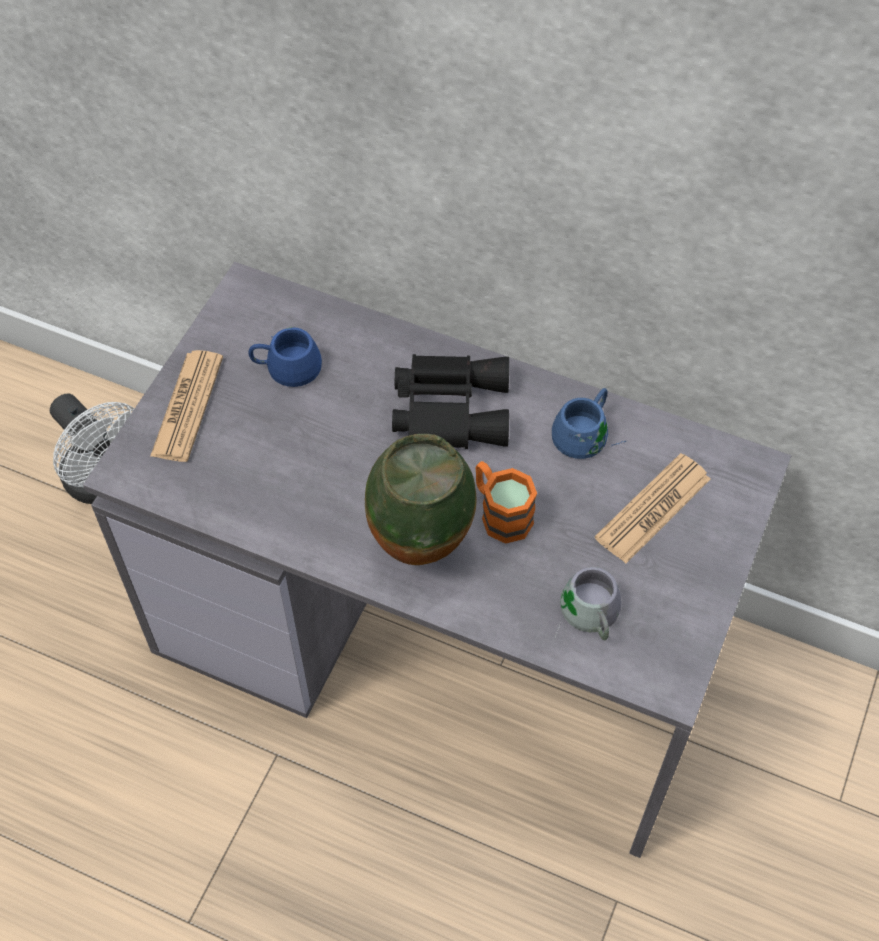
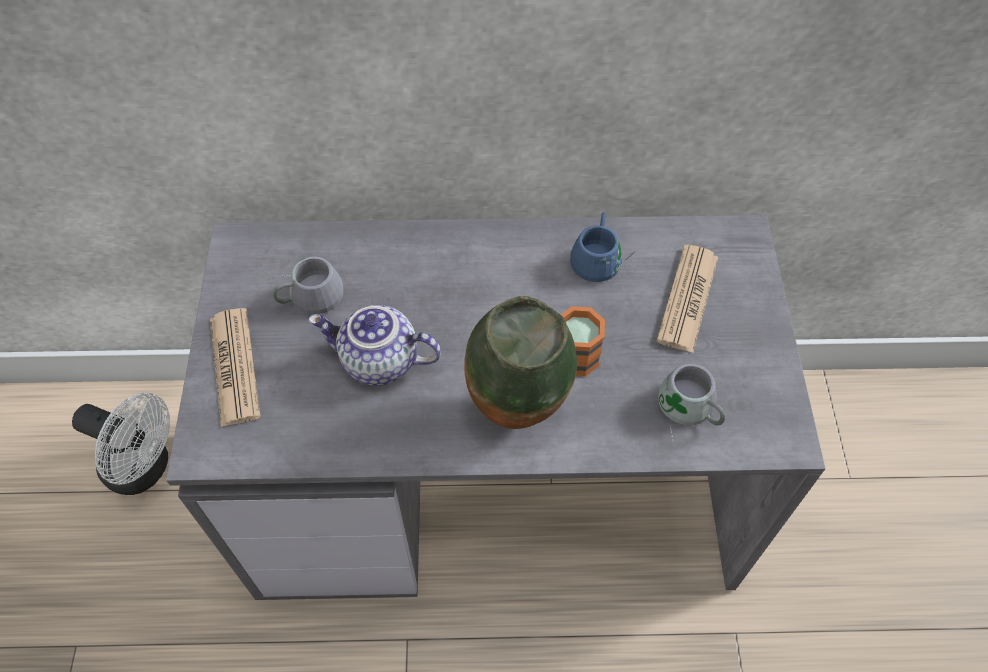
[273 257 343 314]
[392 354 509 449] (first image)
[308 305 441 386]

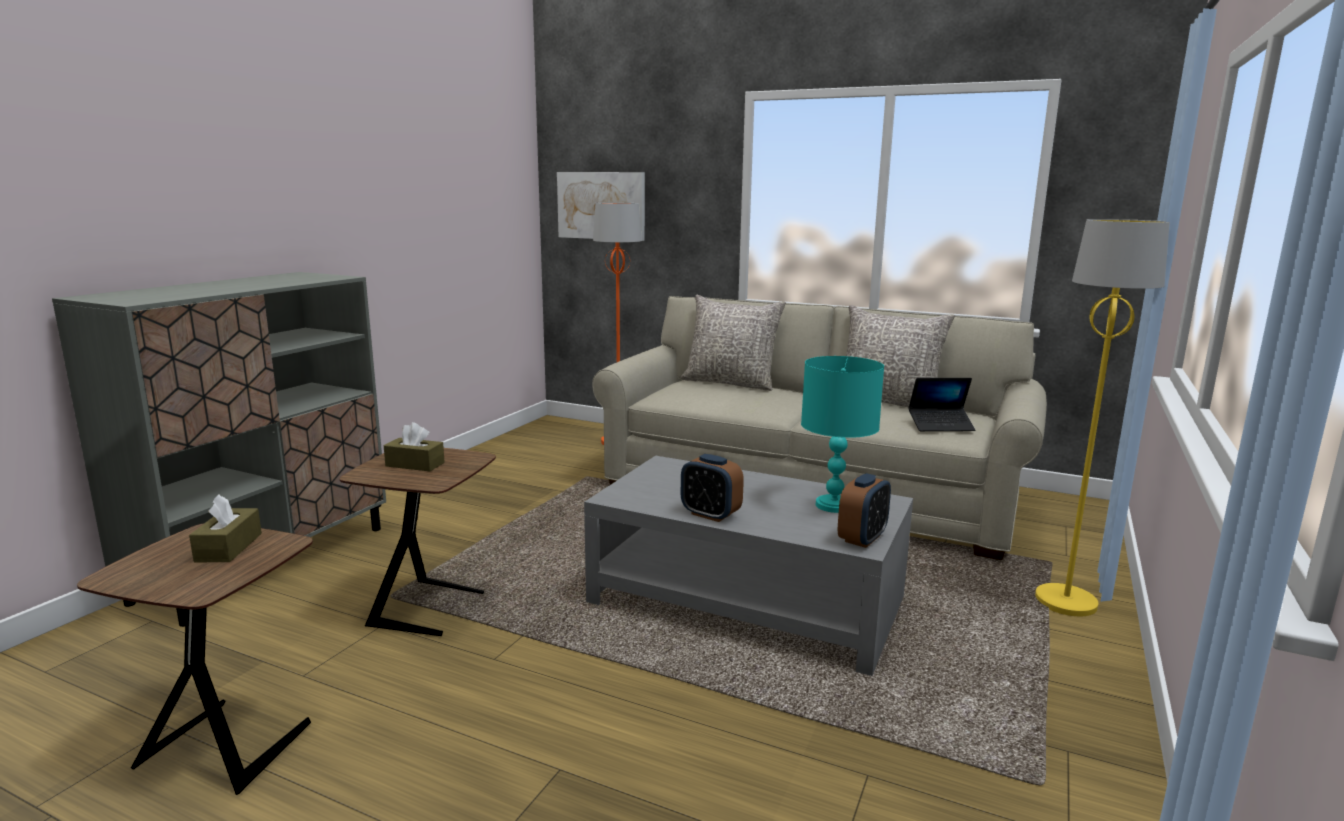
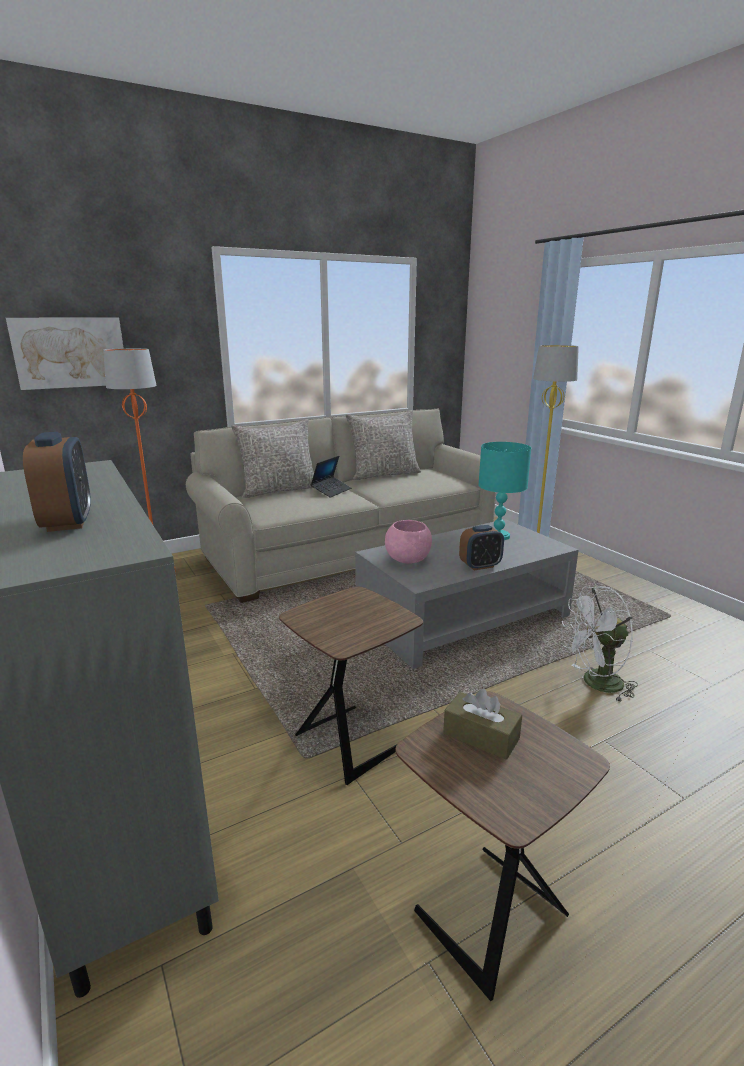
[384 422 445 471] (first image)
[23 432 91 532]
[310 456 351 498]
[385 520 432 564]
[562 586 638 701]

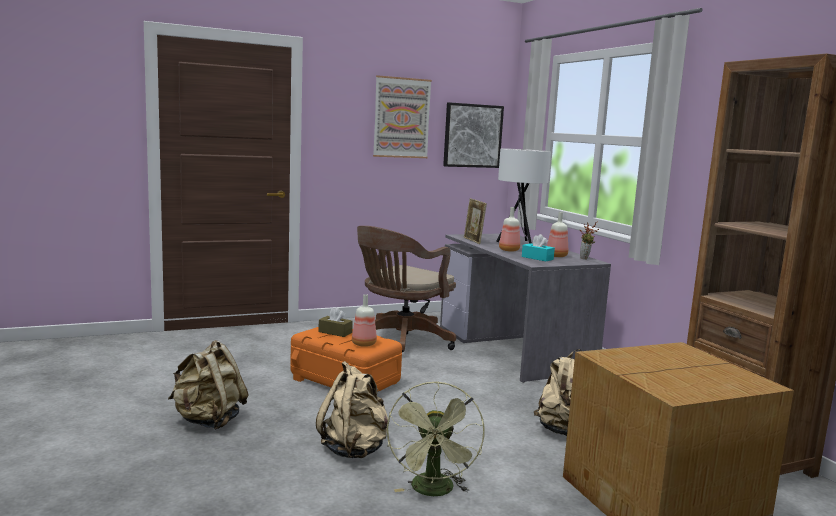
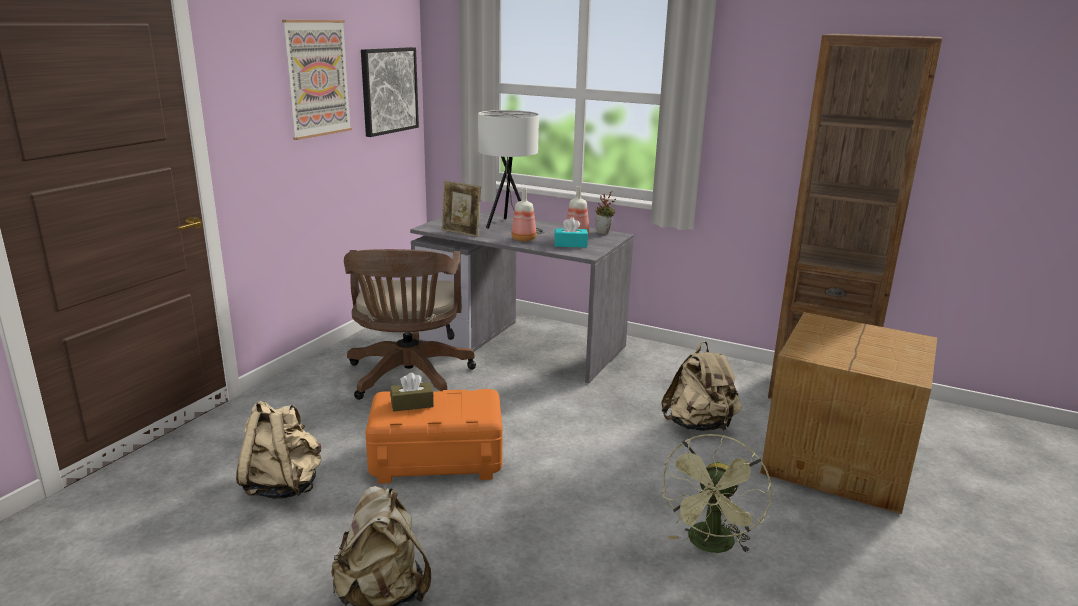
[236 400 322 499]
[352 294 377 347] (first image)
[660 434 772 554]

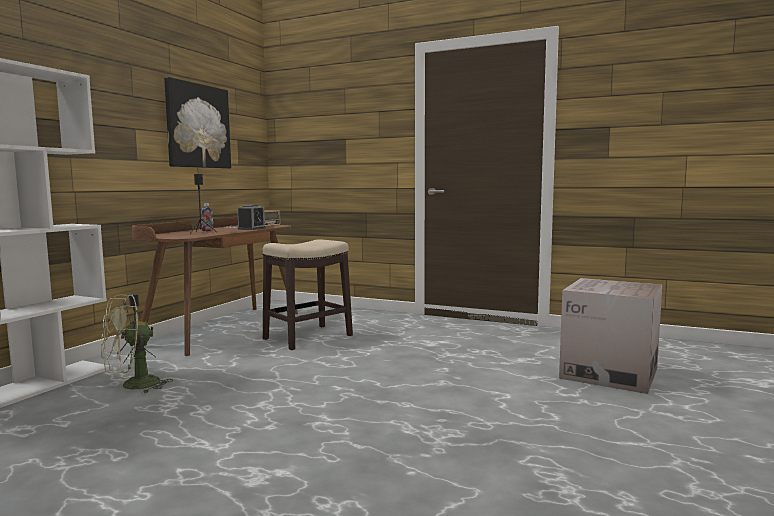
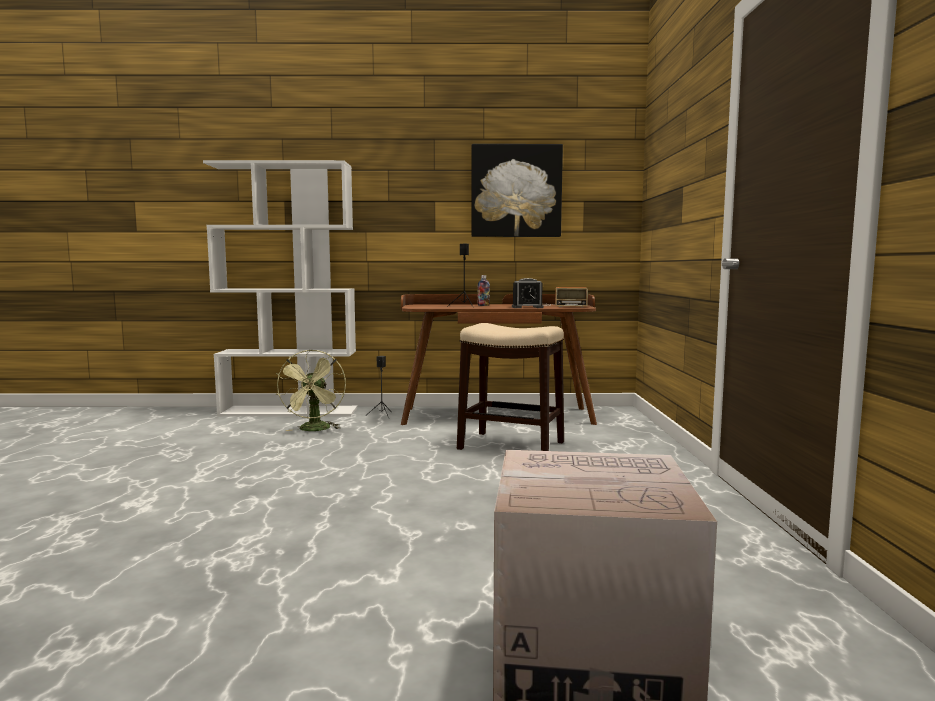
[276 350 346 431]

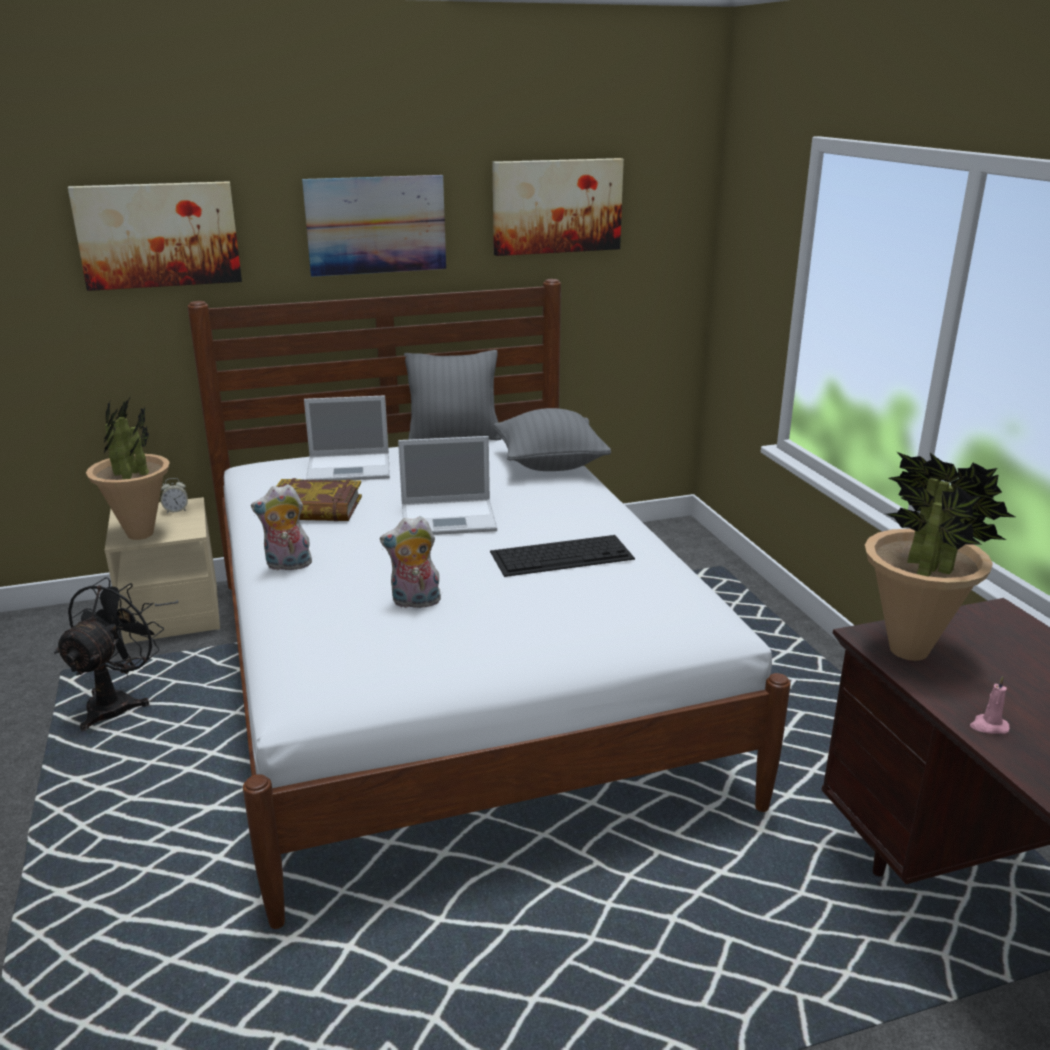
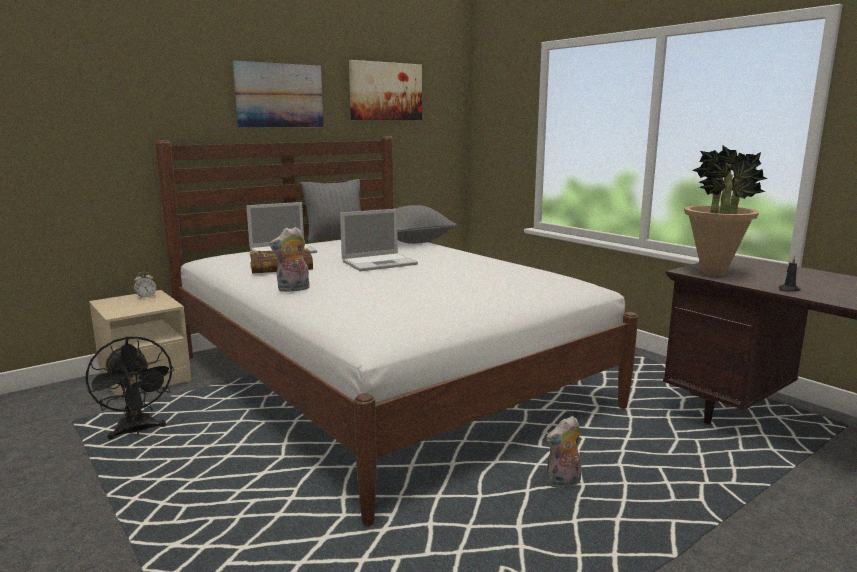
[86 336 174 439]
[68 181 242 291] (first image)
[86 396 170 540] (first image)
[546 416 581 488]
[490 535 635 577] (first image)
[779 256 801 292]

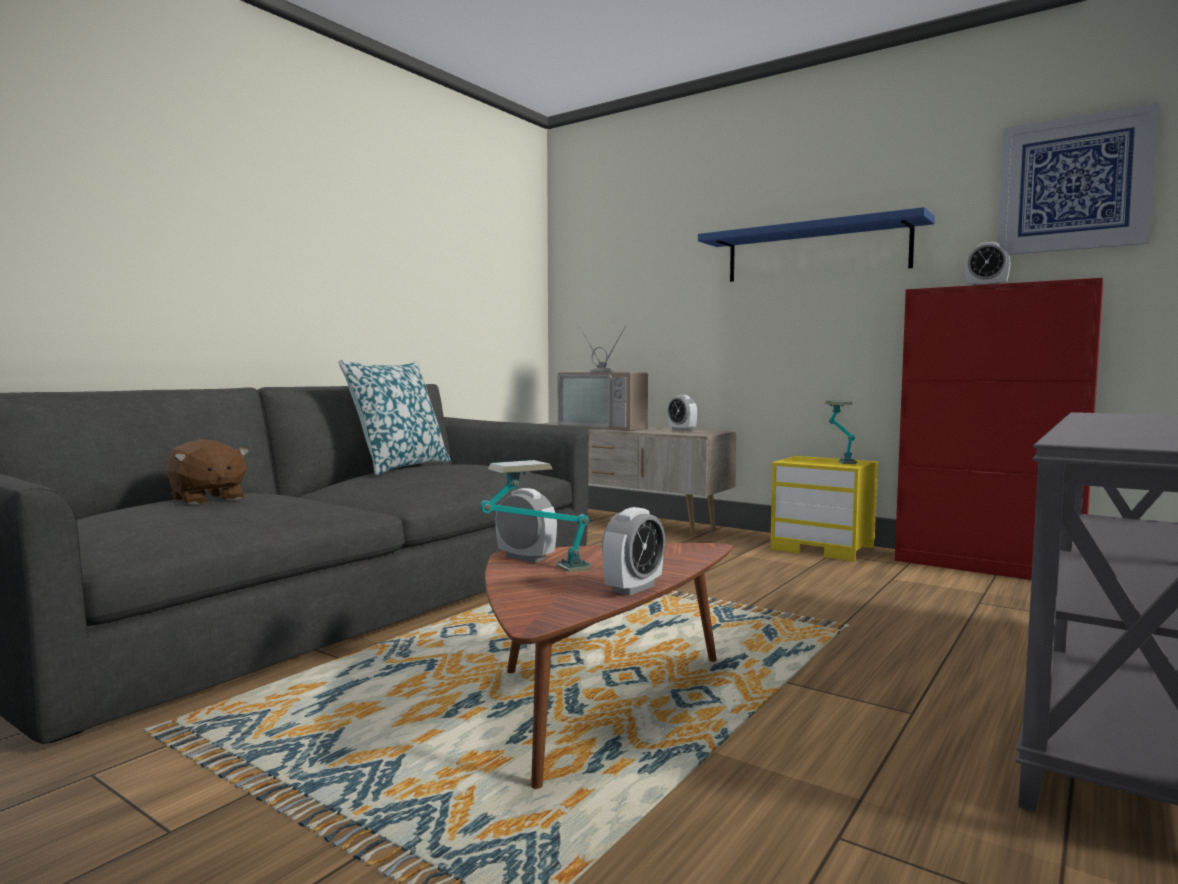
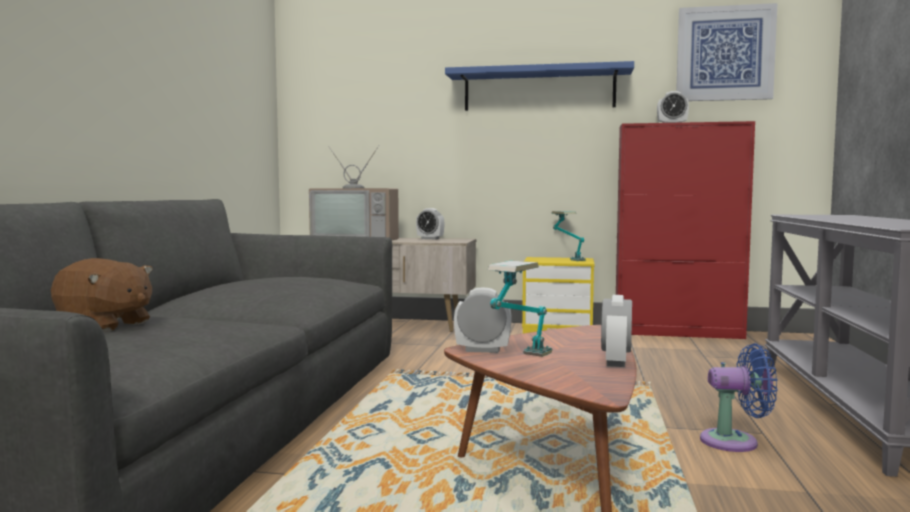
[339 360 450 475] (first image)
[700 343 778 452]

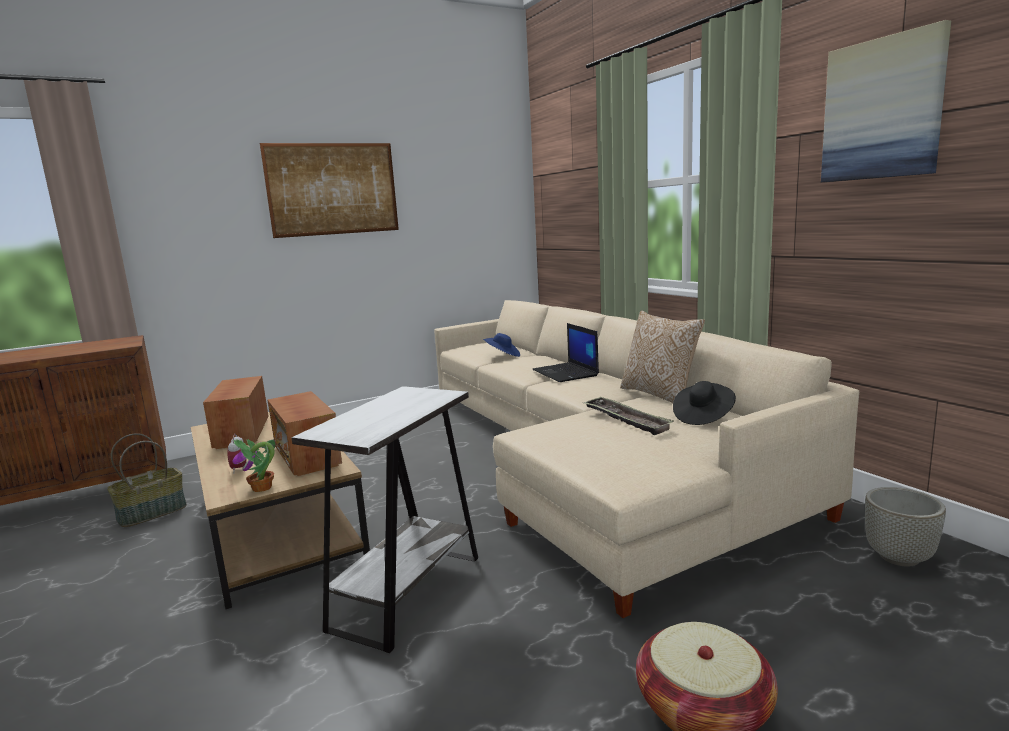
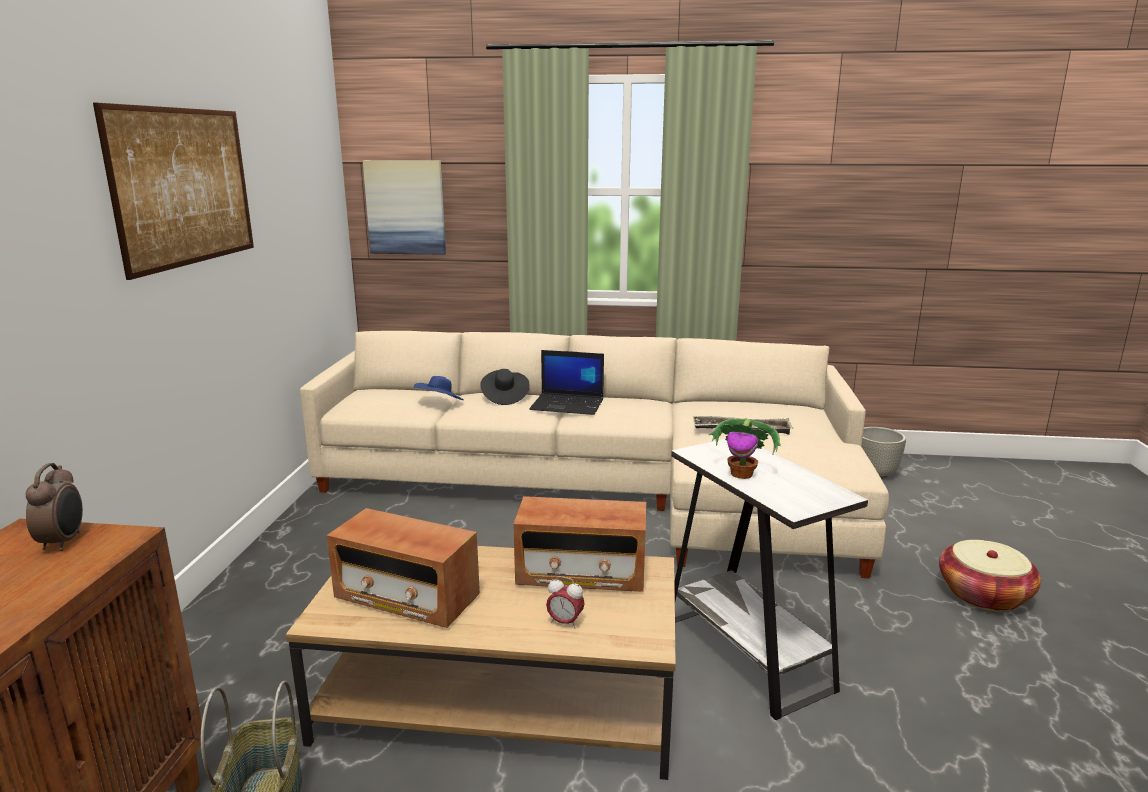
[708 419 781 479]
[620 311 705 403] (first image)
[480 369 529 405]
[363 160 446 255]
[26 463 83 551]

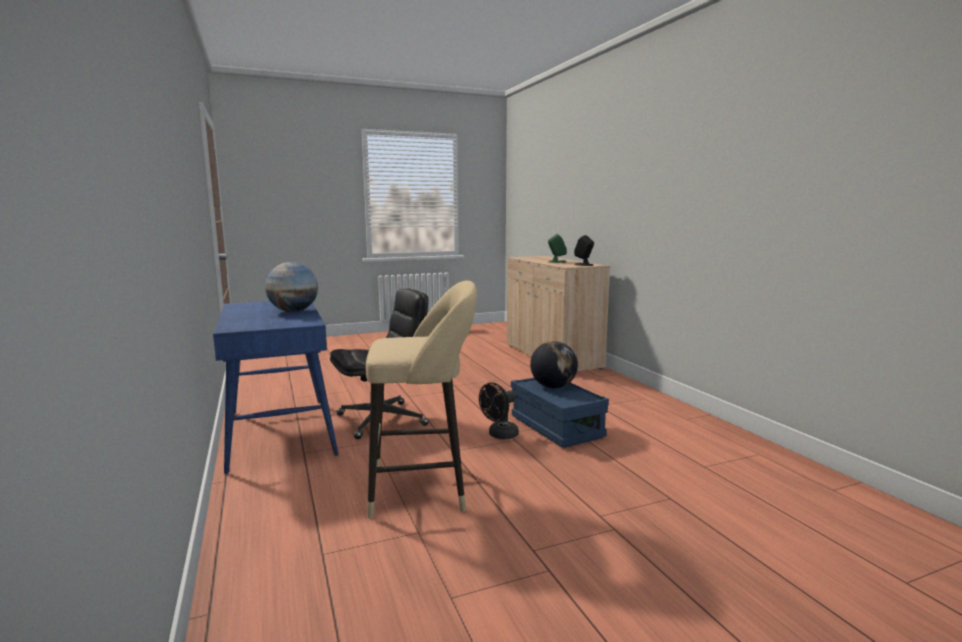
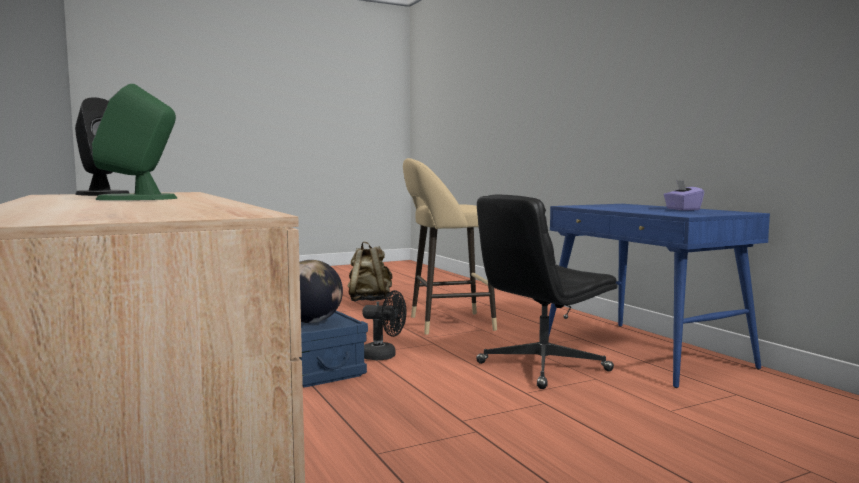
[265 262 318 312] (first image)
[362 290 407 360]
[348 242 393 302]
[664 180 704 210]

